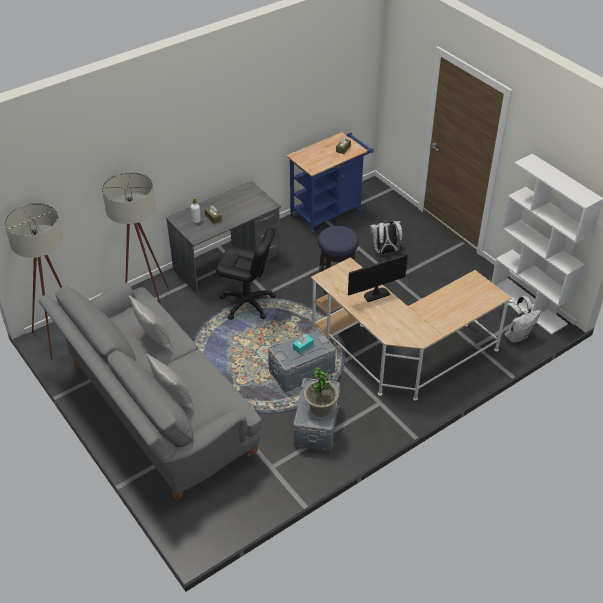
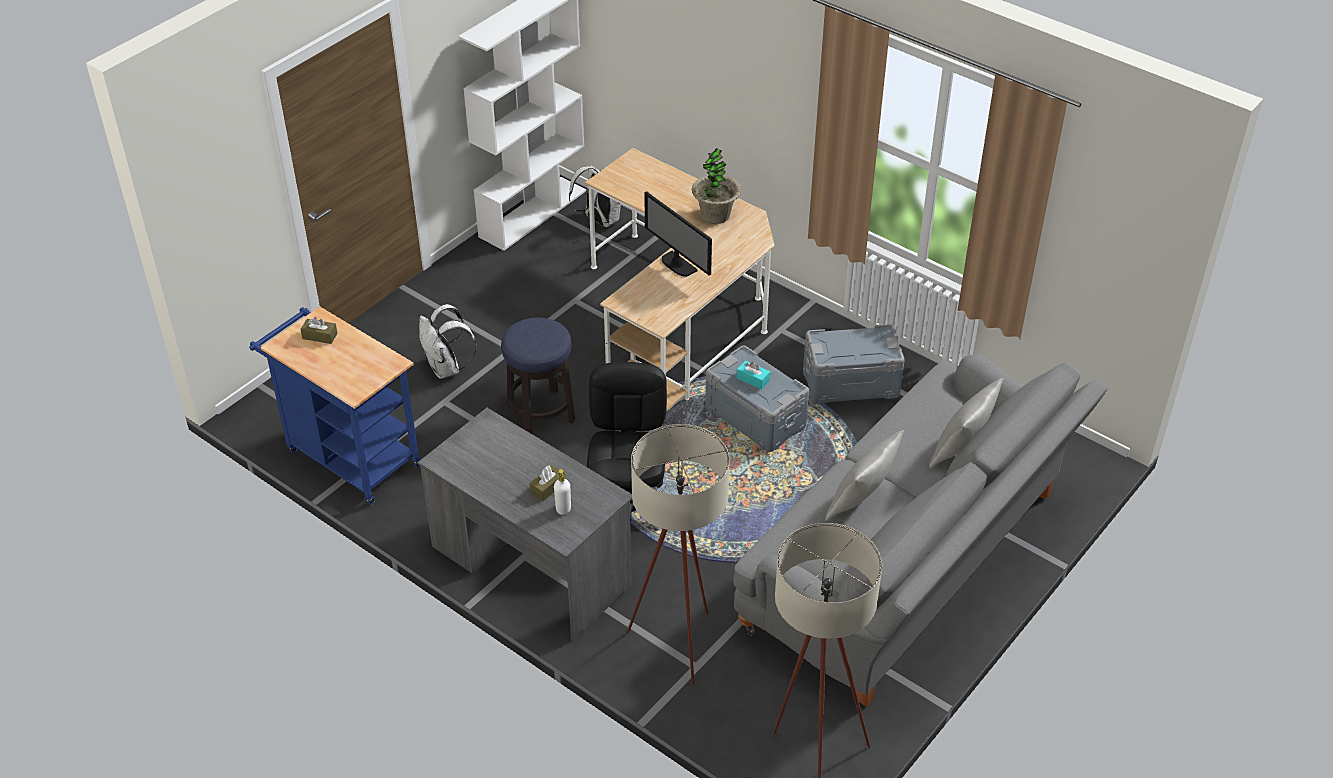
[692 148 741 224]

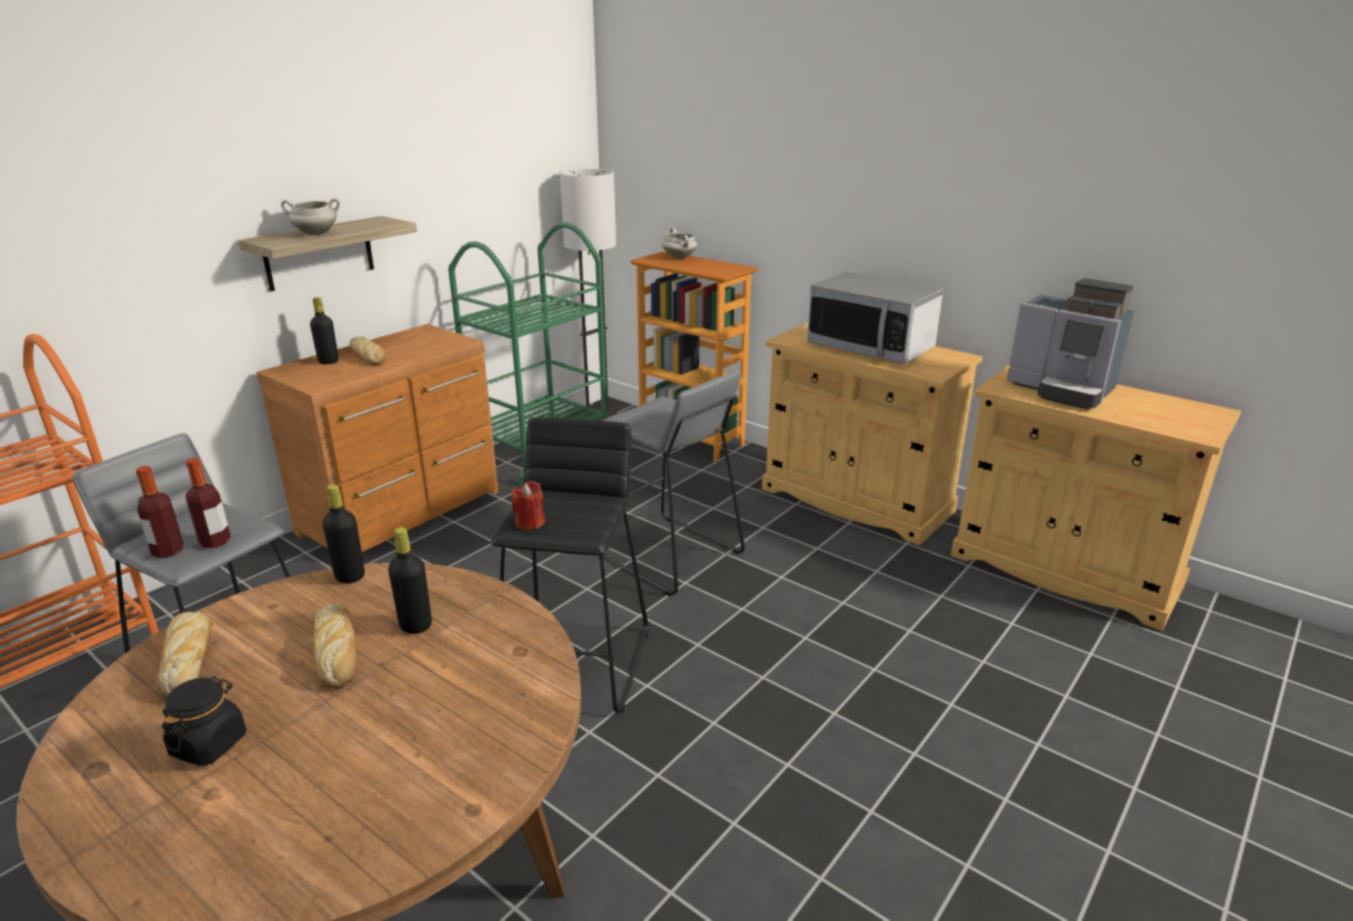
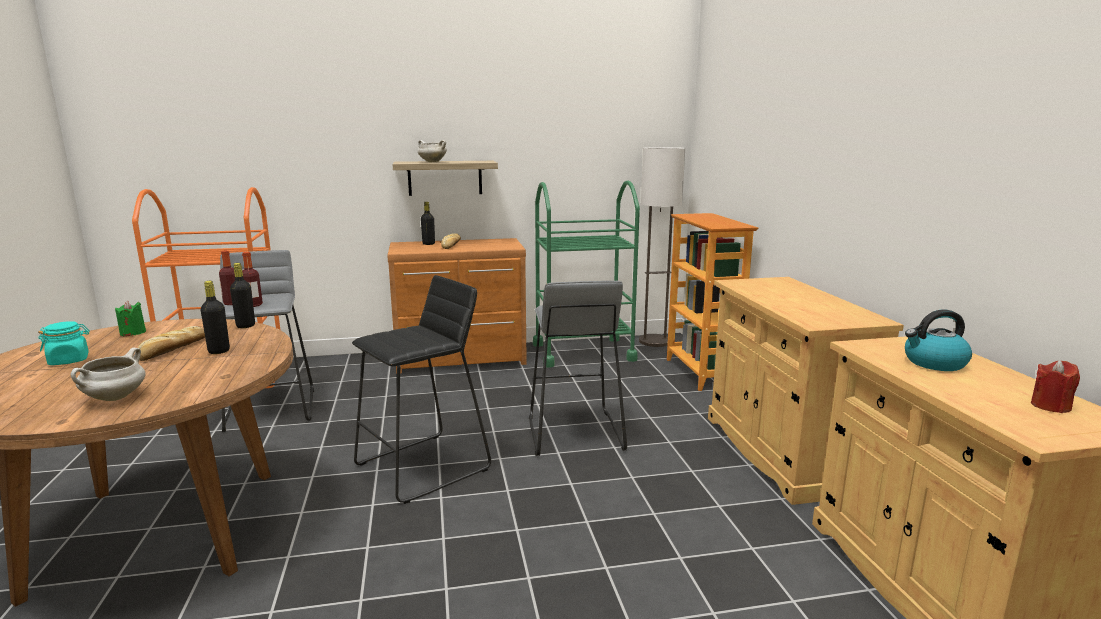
[115 301 146 336]
[38 321 90 365]
[1031 360 1080 413]
[71 348 146 401]
[807 272 943 364] (first image)
[905 309 972 371]

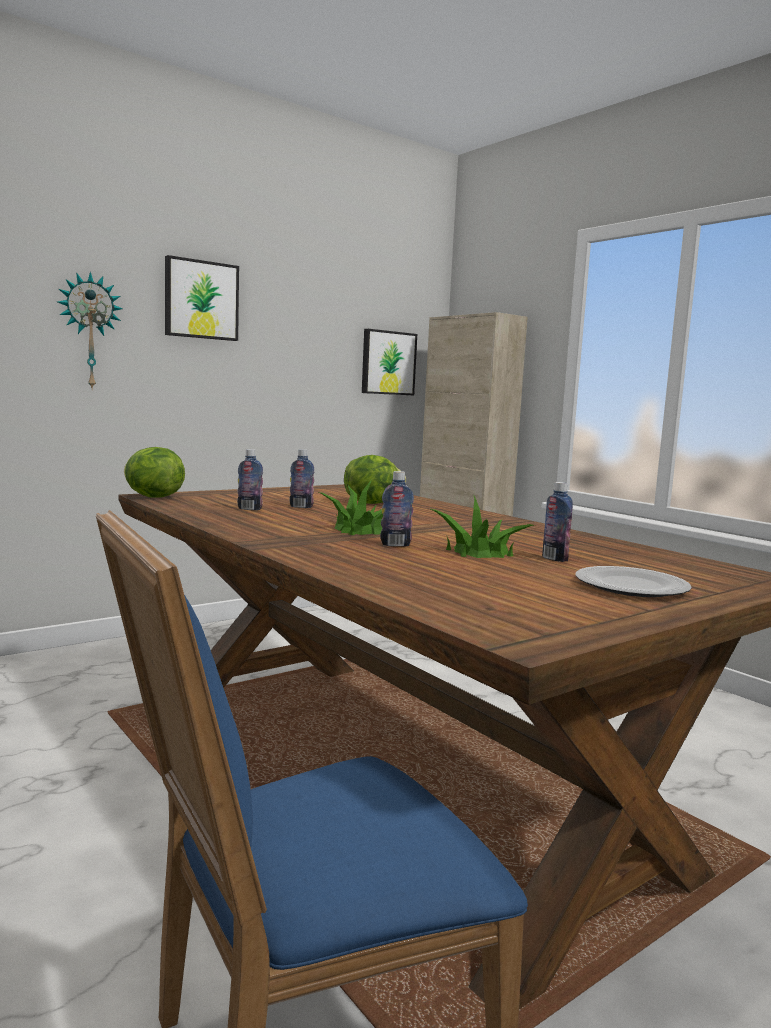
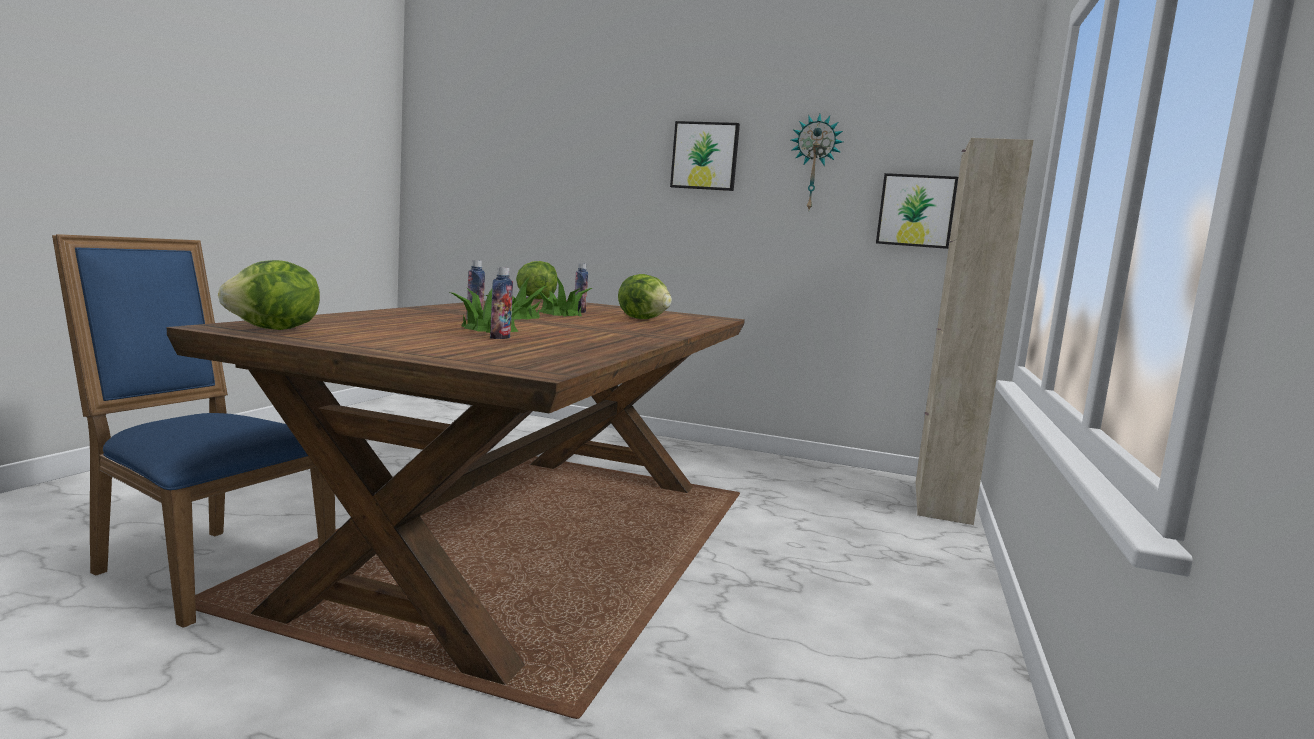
[791 114 843 210]
[237 449 263 510] (first image)
[576 566 692 597] (first image)
[218 260 320 330]
[539 277 592 317]

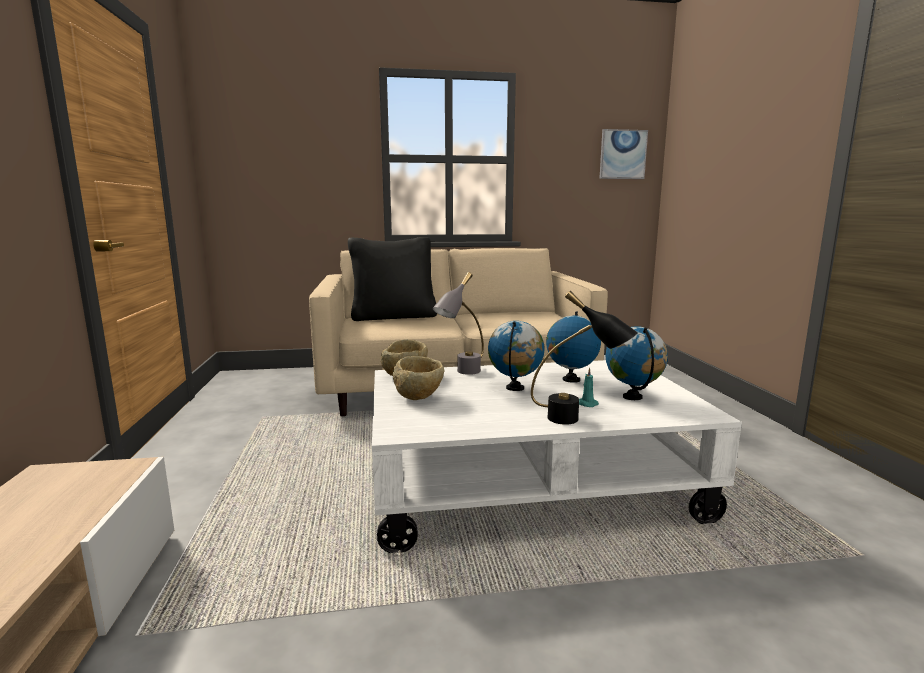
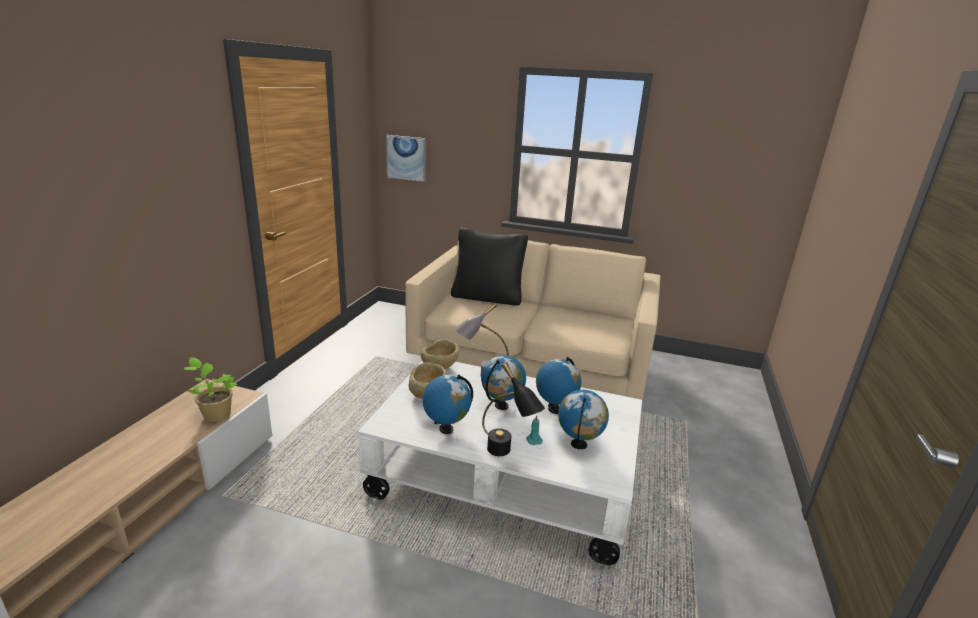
[386 135 426 182]
[184 357 237 422]
[423 374 473 434]

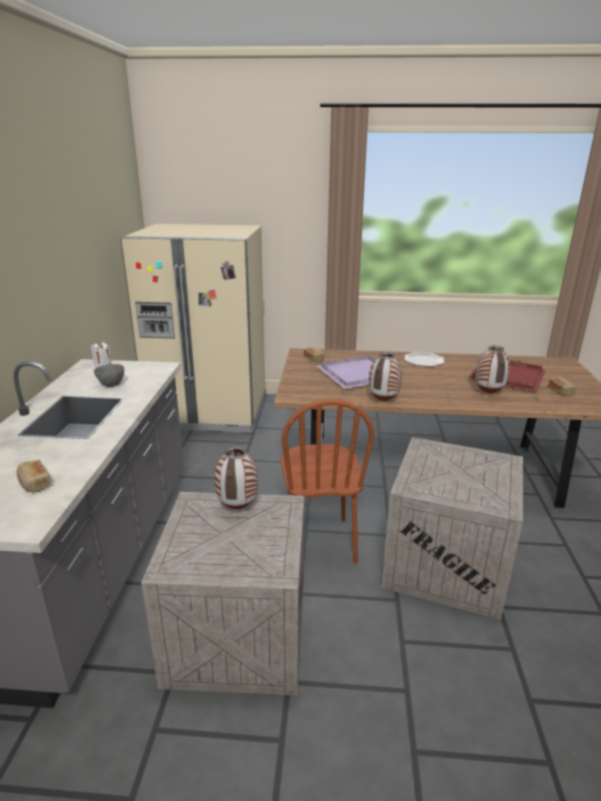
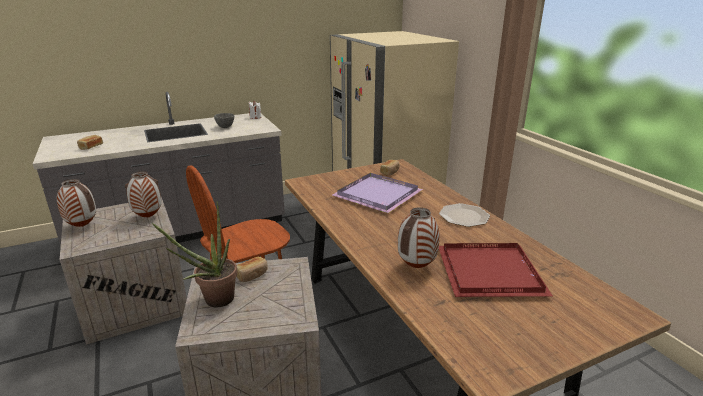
[57 179 96 227]
[237 257 267 282]
[152 201 238 307]

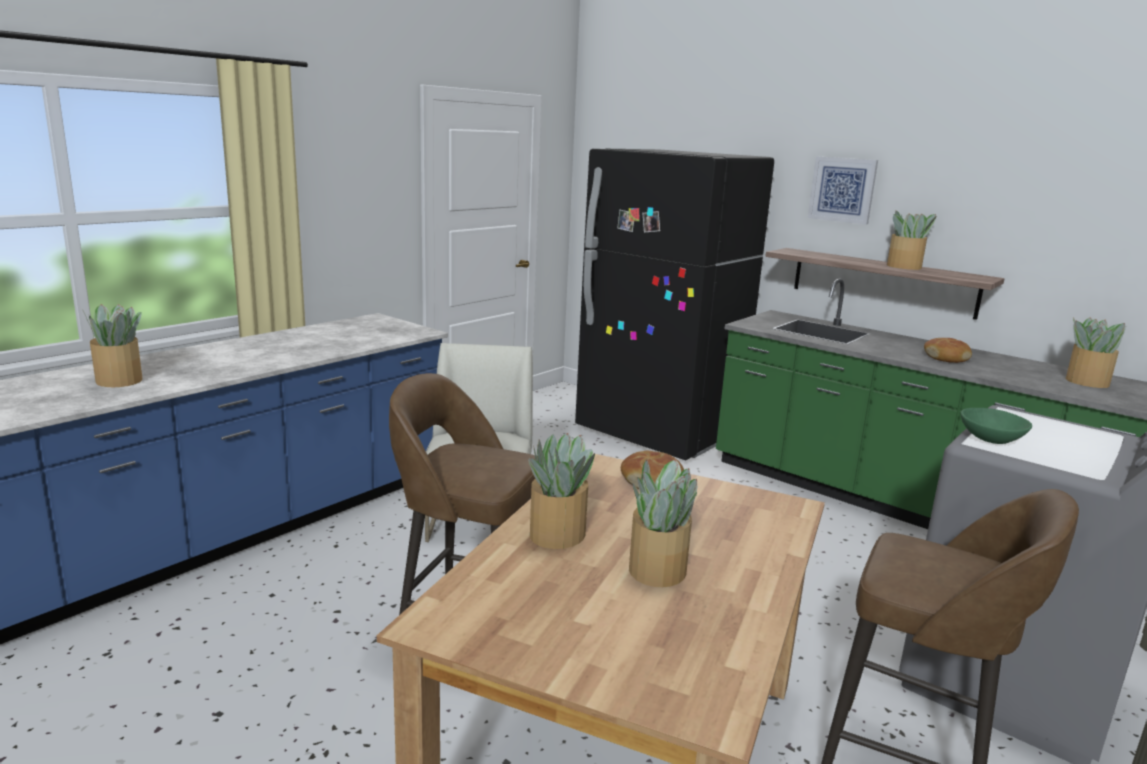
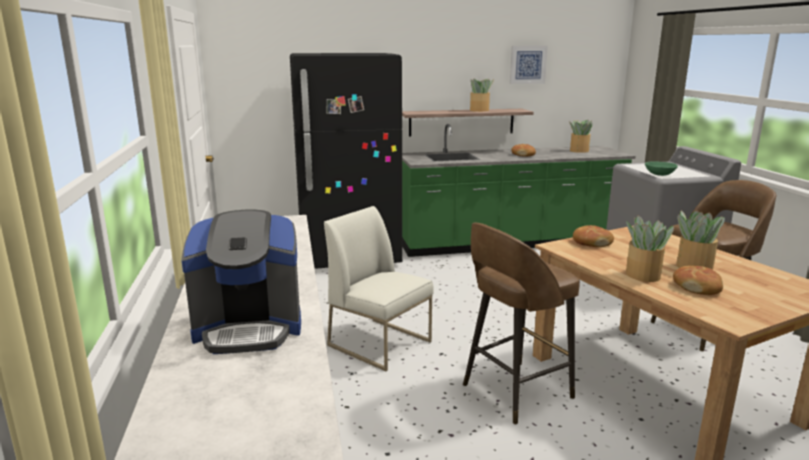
[181 210 301 354]
[510 46 548 84]
[673 265 723 295]

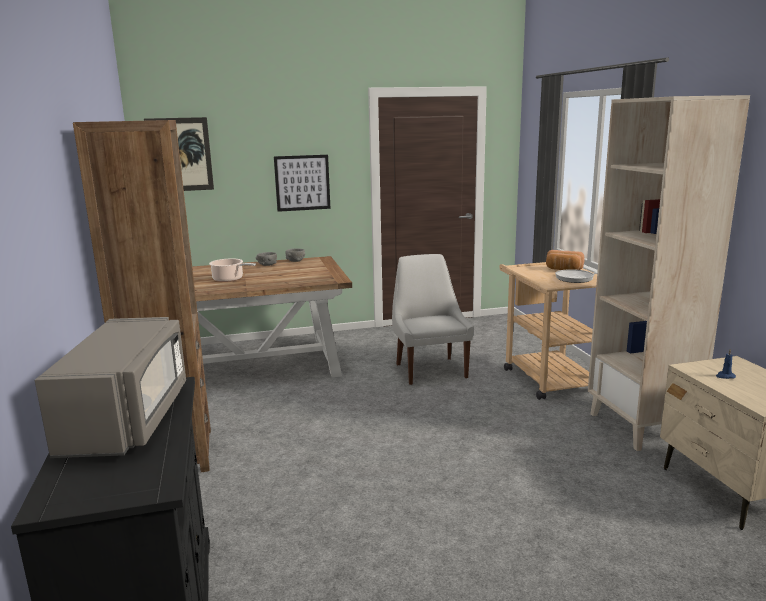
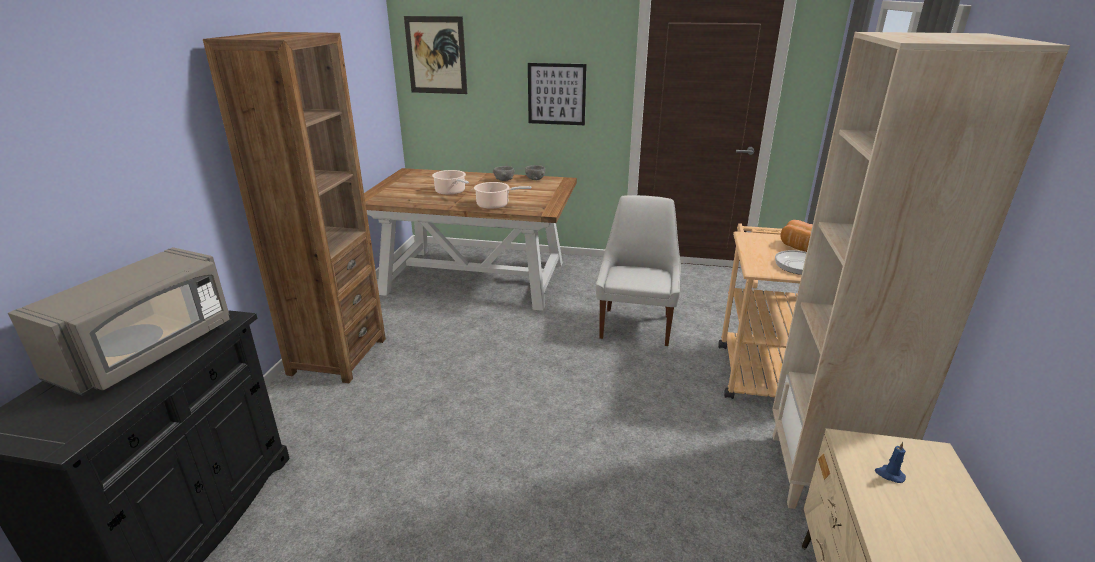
[474 182 531 209]

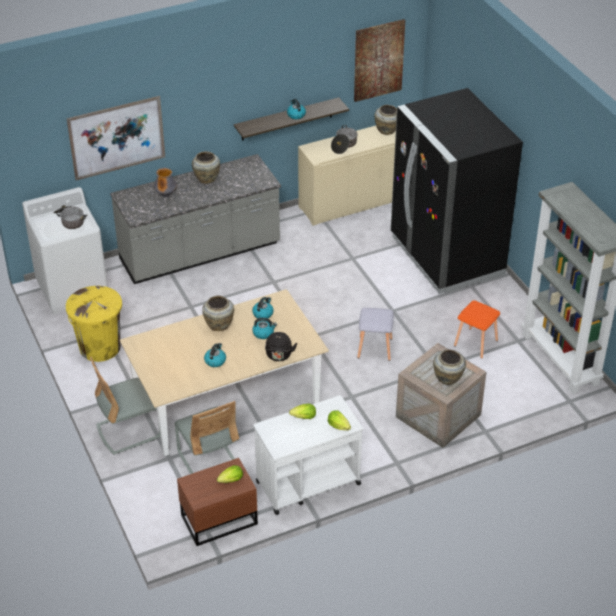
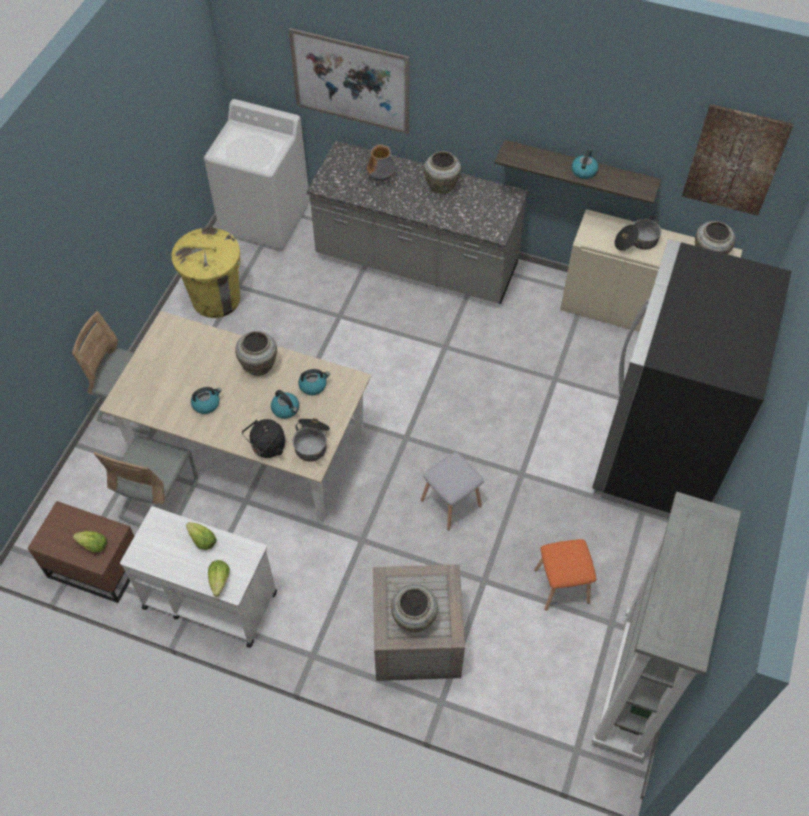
[293 418 330 462]

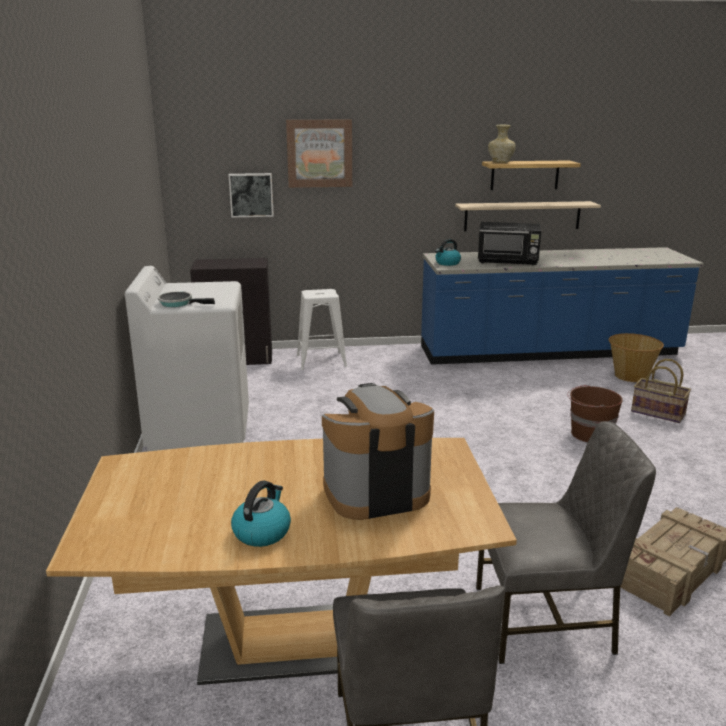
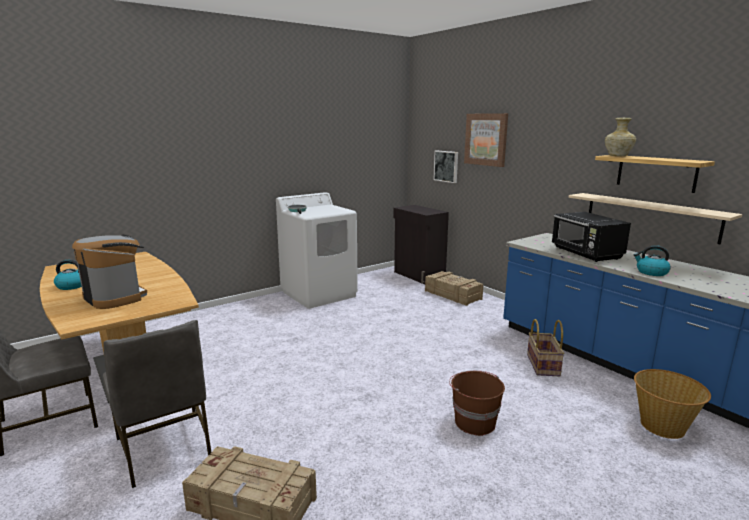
[425 271 484 306]
[633 245 671 276]
[527 319 565 376]

